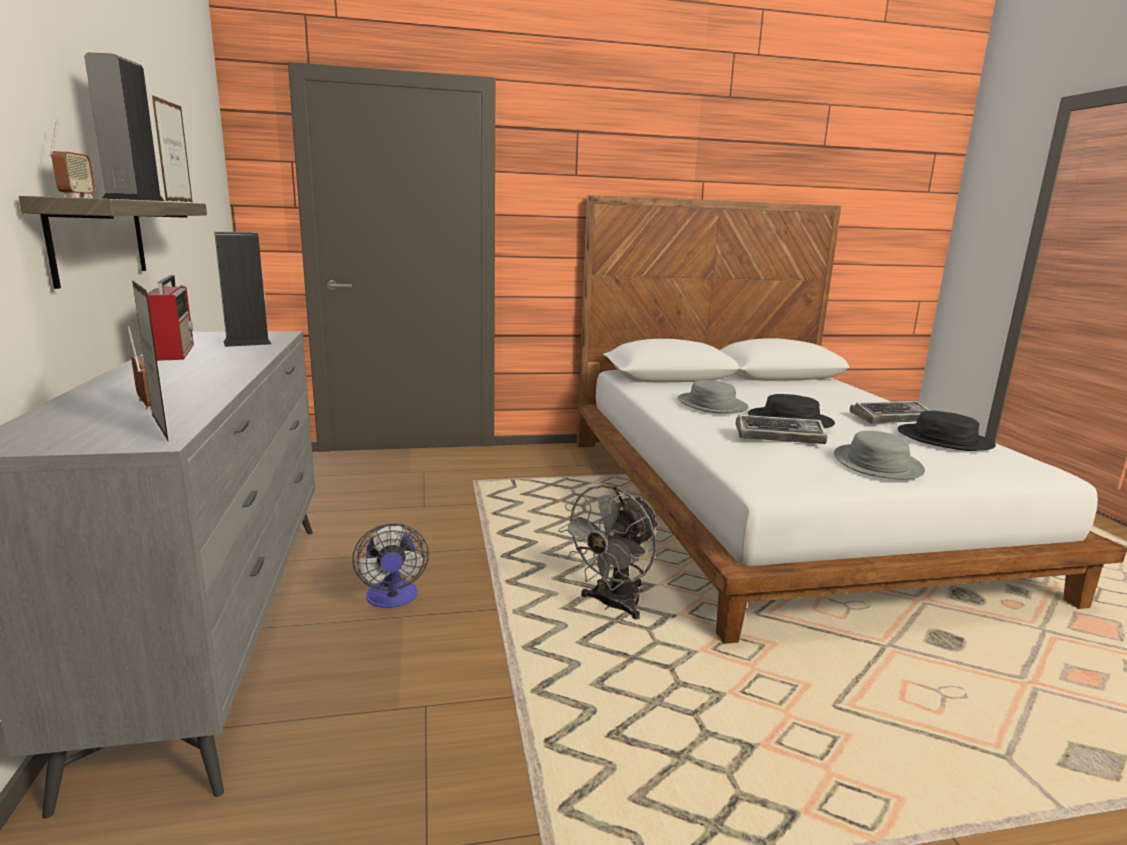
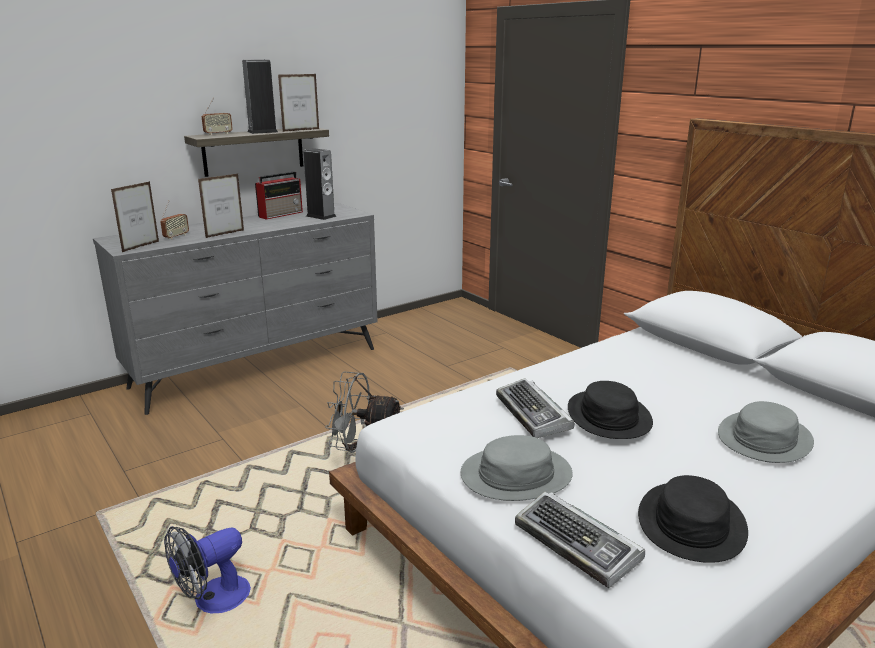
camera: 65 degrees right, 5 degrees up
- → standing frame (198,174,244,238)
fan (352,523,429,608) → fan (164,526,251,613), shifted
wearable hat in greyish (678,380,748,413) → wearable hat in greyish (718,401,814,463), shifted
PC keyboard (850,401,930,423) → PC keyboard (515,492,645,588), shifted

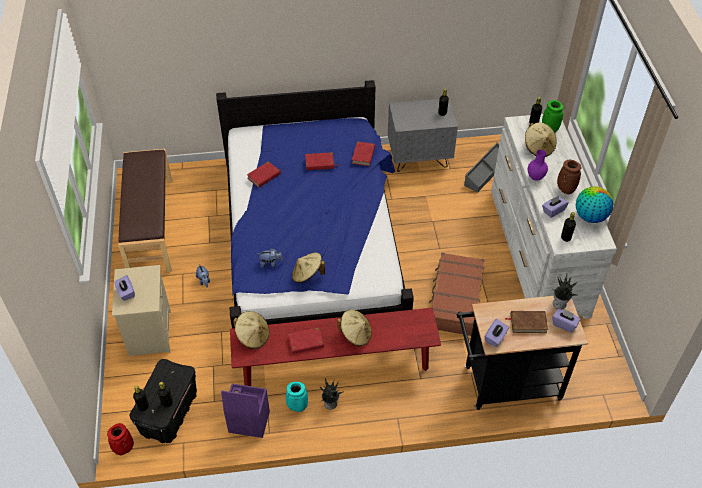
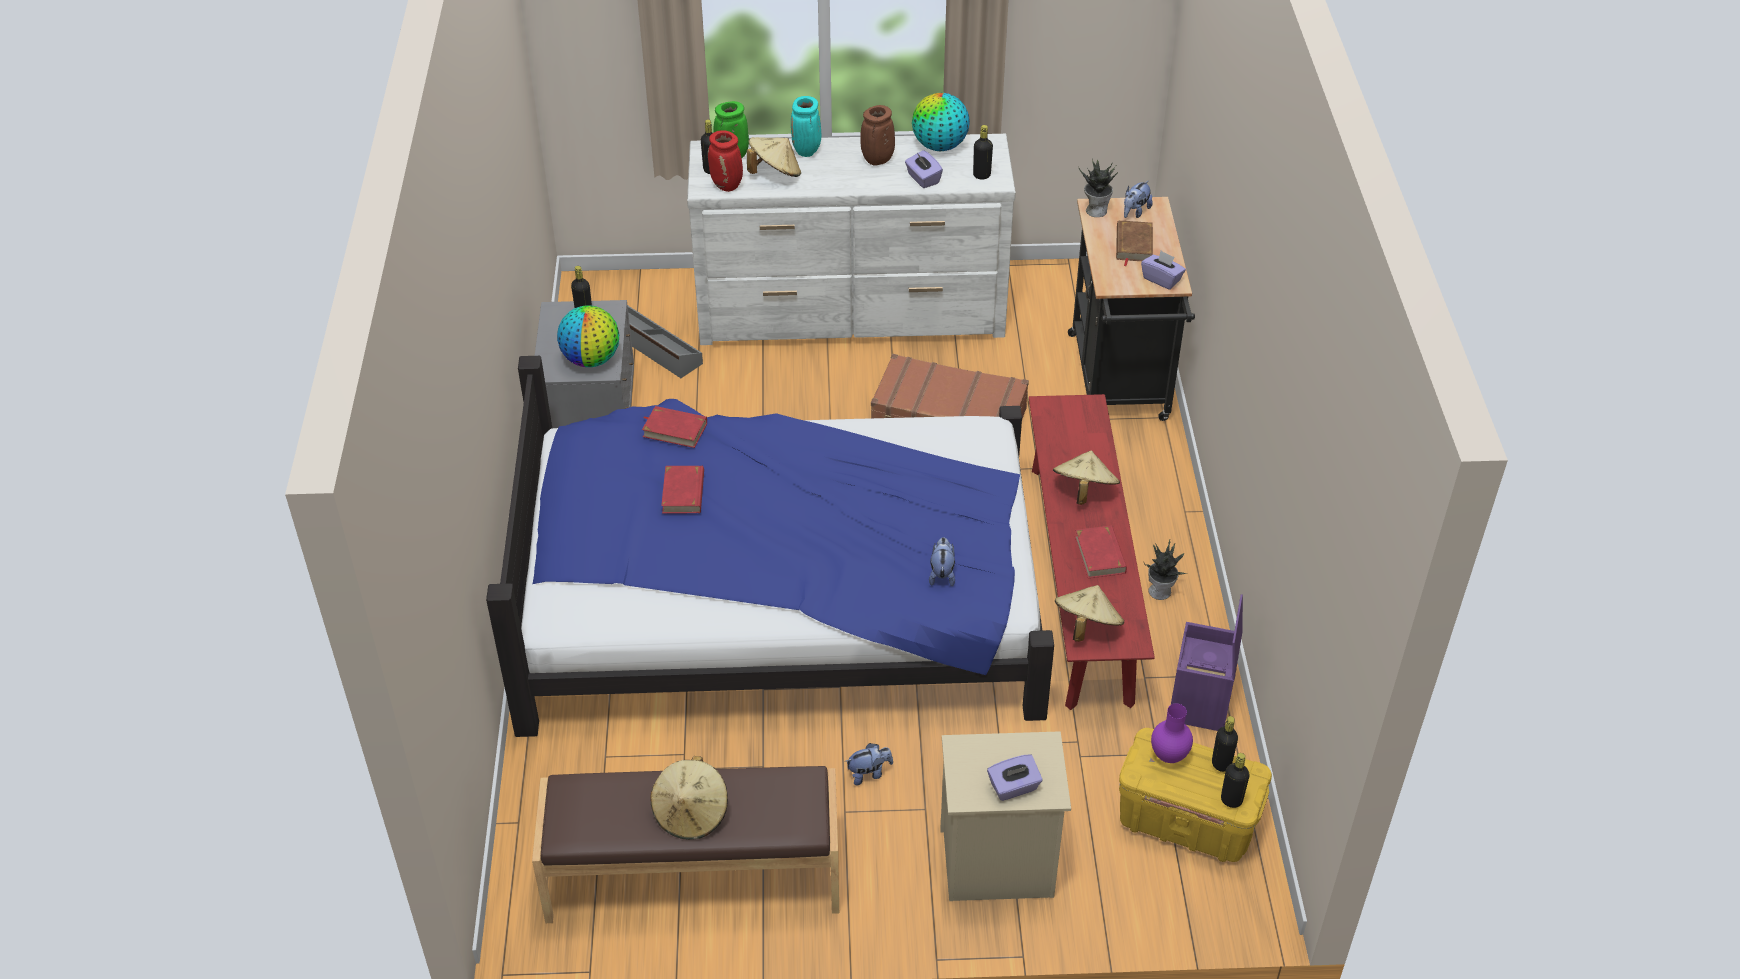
camera: 85 degrees left, 5 degrees down
bound book in red-coloured (247,161,281,188) → -
- → globe (557,306,619,367)
decorative vase in red-coloured (107,423,134,455) → decorative vase in red-coloured (708,130,743,192), shifted
decorative vase in turquoise-coloured (286,382,308,412) → decorative vase in turquoise-coloured (791,96,821,157), shifted
wearable hat in beige (292,253,325,283) → wearable hat in beige (650,756,728,840), shifted
decorative vase in purplish (528,150,548,181) → decorative vase in purplish (1151,704,1193,763), shifted
tissue holder in purplish (552,309,581,333) → plush toy (1124,180,1153,218)
storage bin in blackish (130,359,197,443) → storage bin in yellow-coloured (1119,728,1272,862)

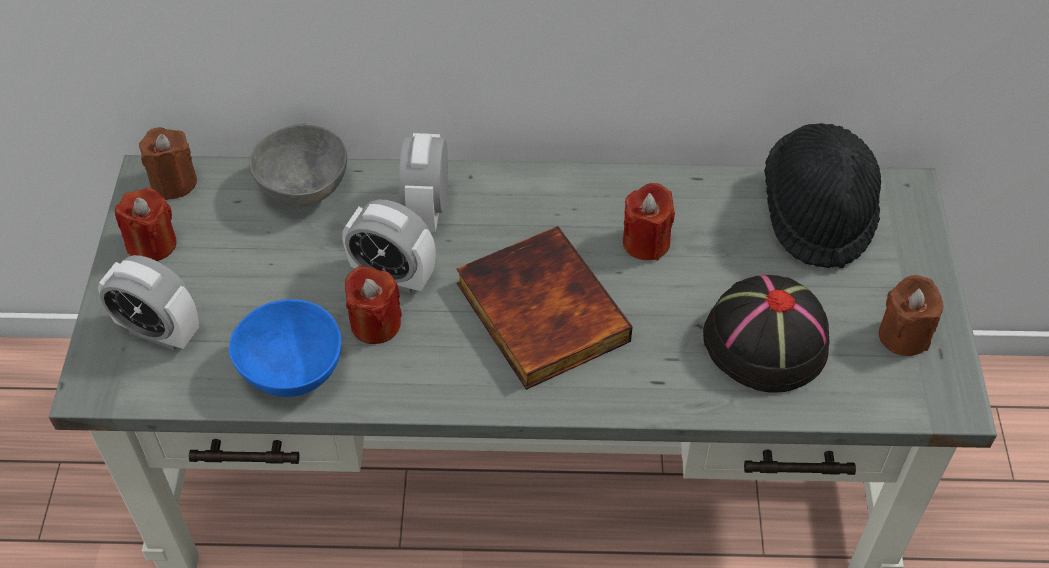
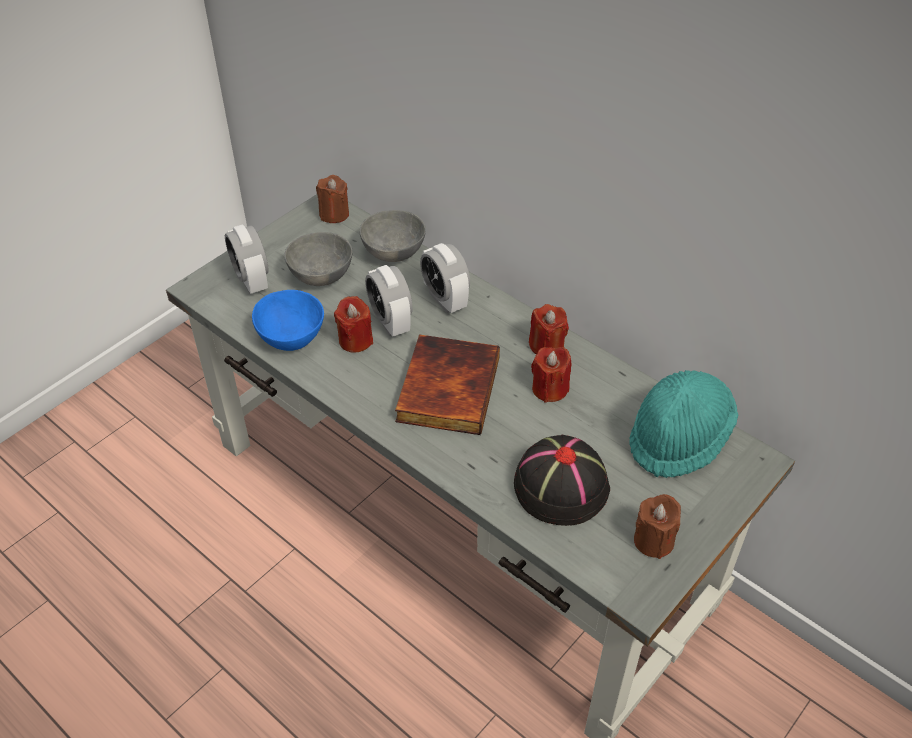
camera: 40 degrees right, 5 degrees down
- → serving bowl in greyish (284,232,352,286)
candle in red-coloured (115,188,177,261) → candle in red-coloured (529,304,569,355), shifted
wearable hat in blackish (764,123,881,268) → wearable hat in turquoise-coloured (629,370,738,478)
table clock (399,133,448,232) → table clock (420,243,470,313), 75 degrees counterclockwise

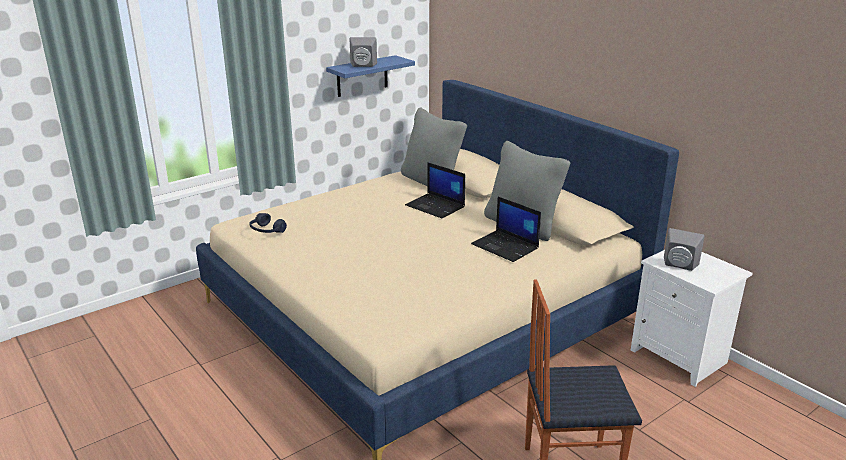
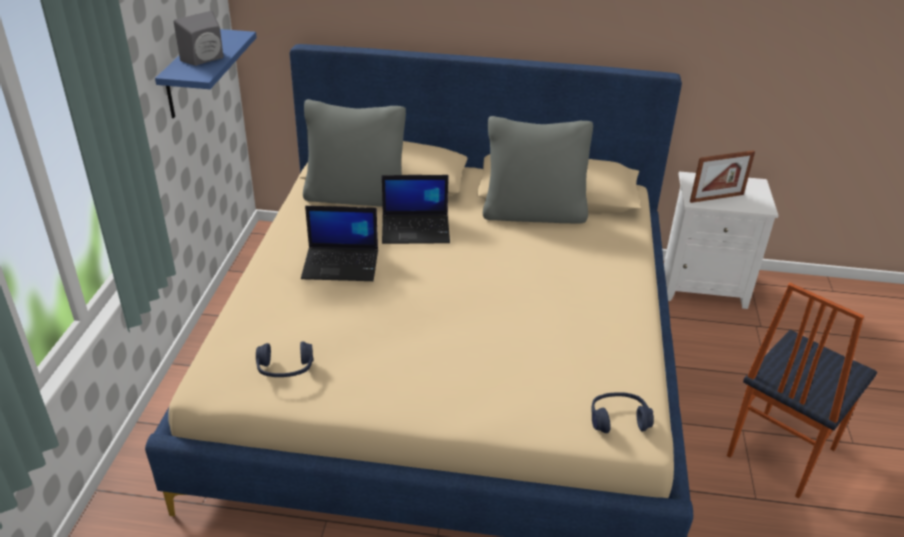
camera: 45 degrees left, 10 degrees up
- → headset in blue-coloured (592,392,654,433)
notebook computer (471,197,541,262) → notebook computer (301,206,378,281), shifted
speaker in greyish (664,228,705,271) → standing frame (690,150,755,203)

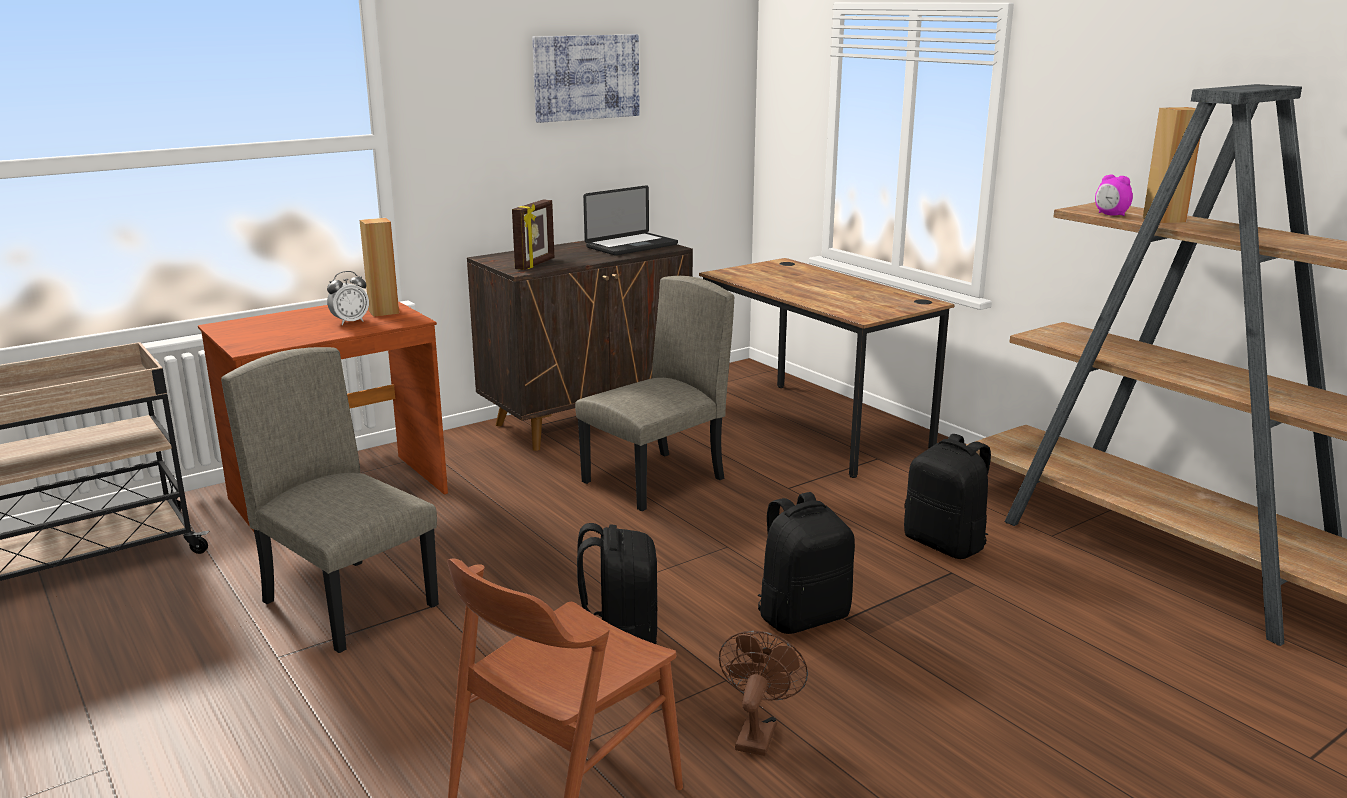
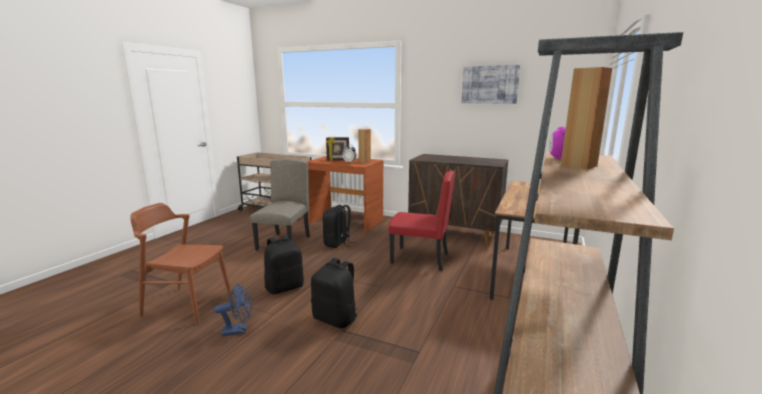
camera: 60 degrees right, 5 degrees down
notebook computer (583,185,678,255) → -
standing frame (512,199,554,270) → standing frame (326,137,349,161), shifted
rucksack in blackish (904,434,991,559) → rucksack in blackish (323,205,351,248), shifted
upright chair in beige (575,276,734,511) → upright chair in red-coloured (388,171,455,271)
fan in brown (719,631,808,756) → fan in blue-coloured (214,284,252,336)

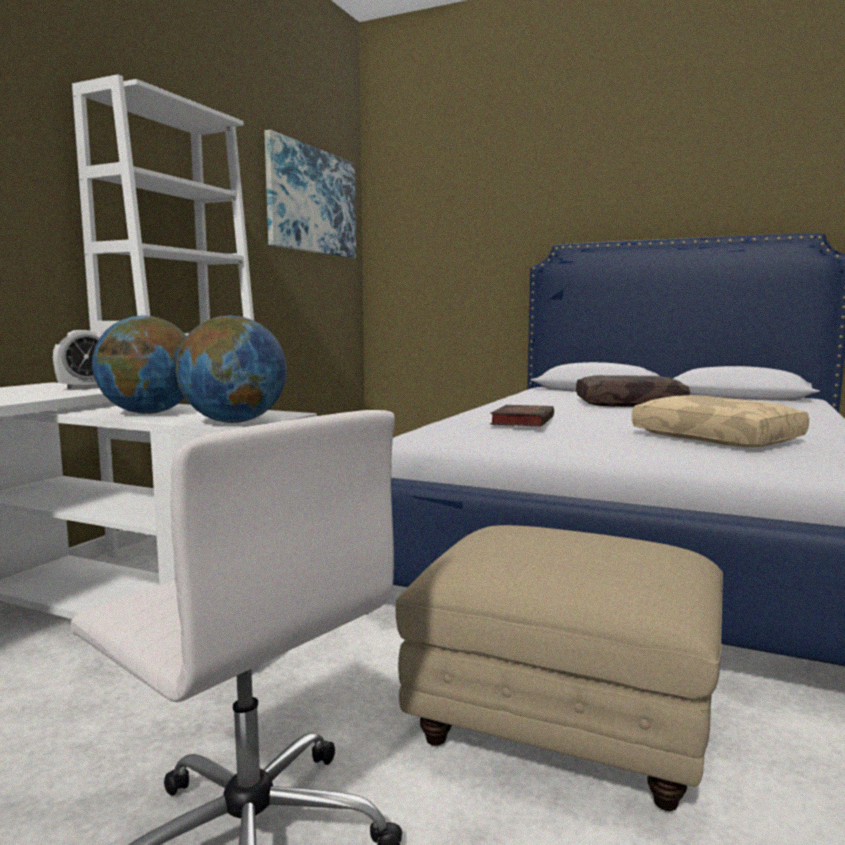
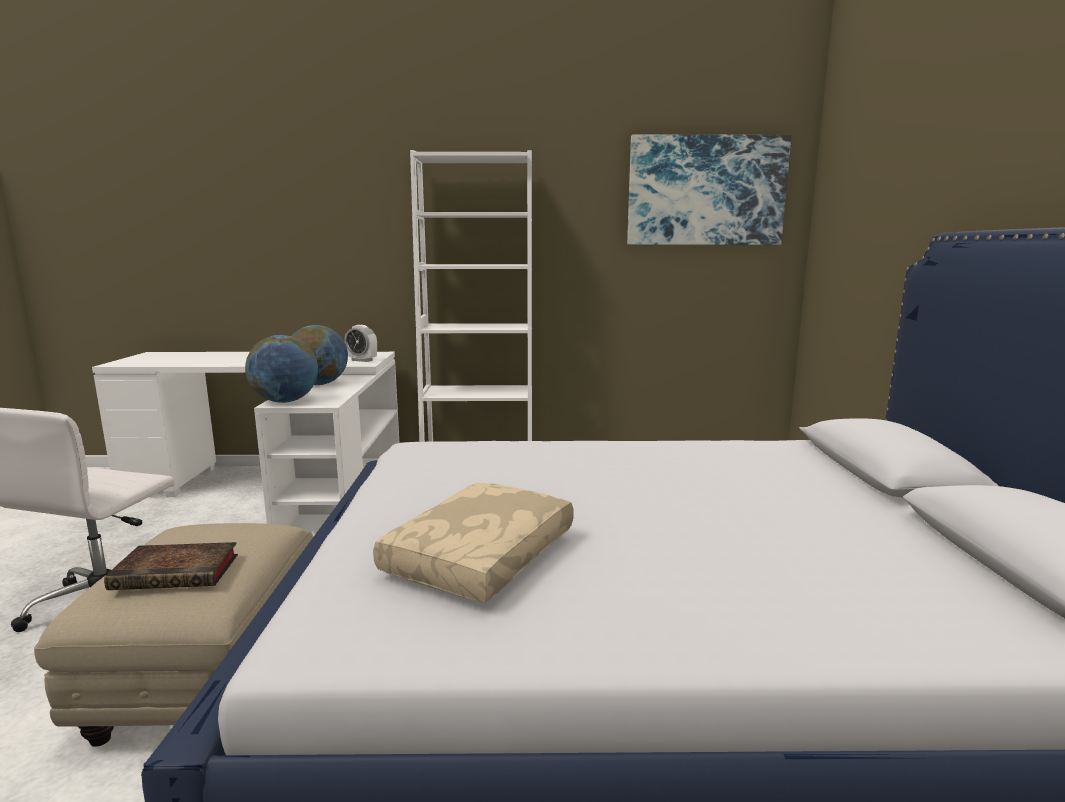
camera: 65 degrees right, 5 degrees up
cushion in brown (576,375,690,407) → -
bound book (490,405,554,427) → bound book (104,542,238,590), shifted

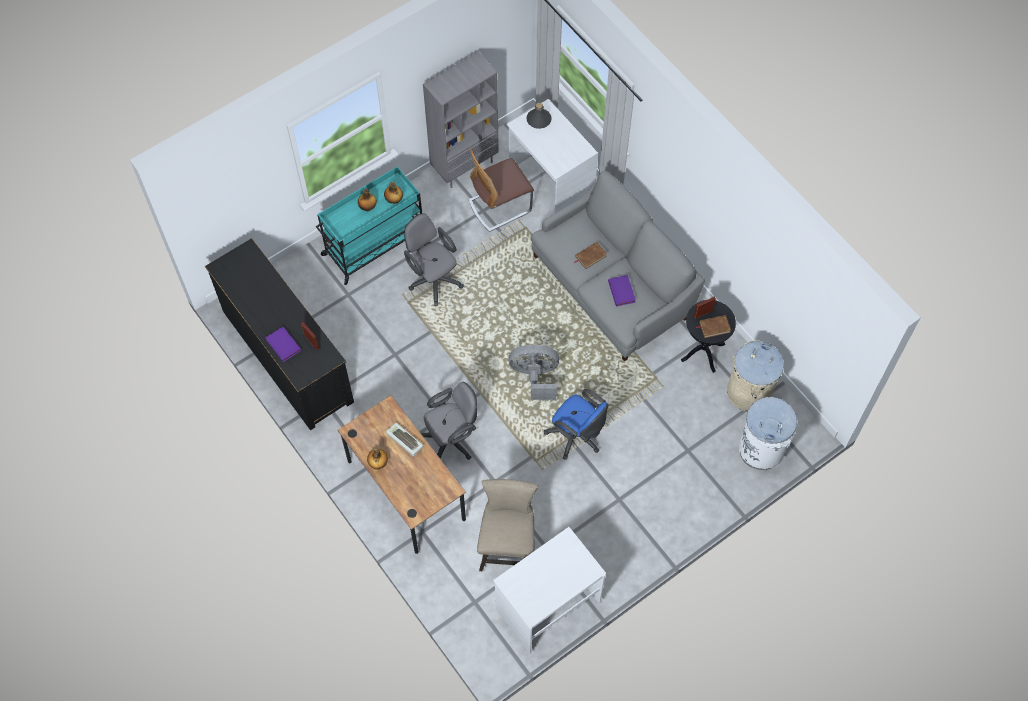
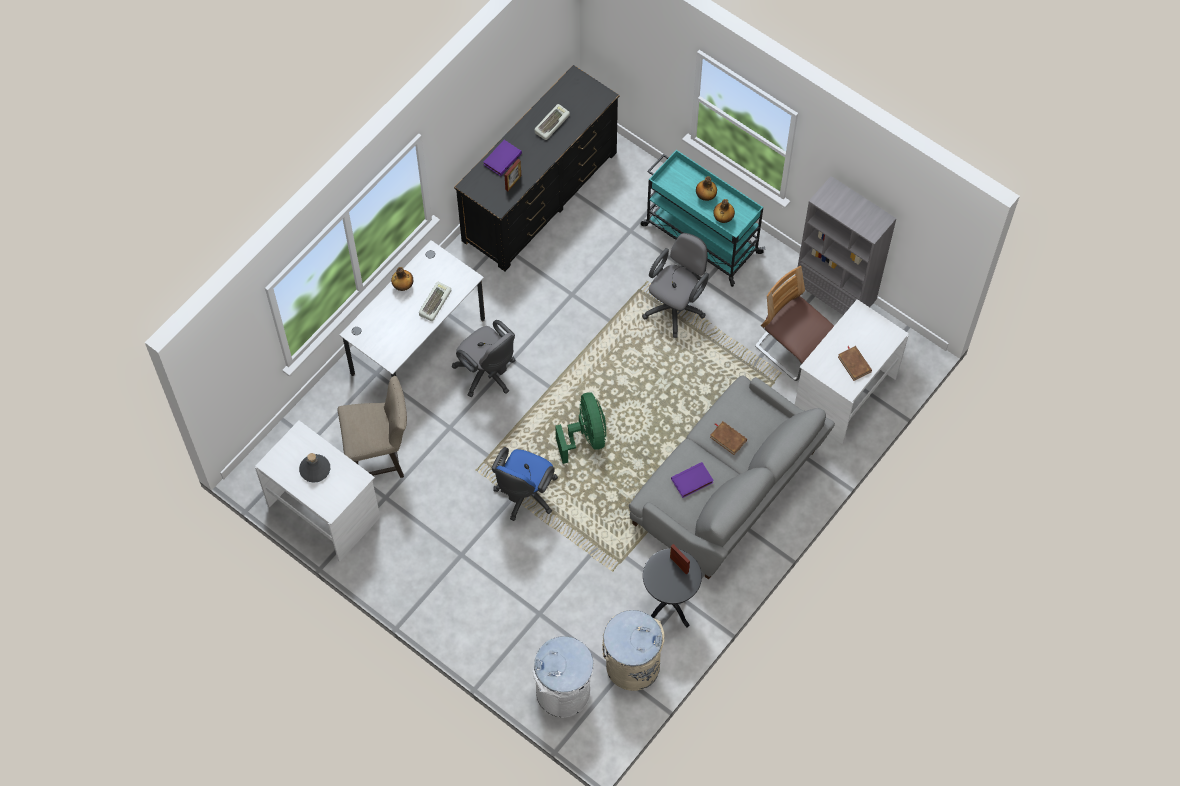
camera: 75 degrees right, 0 degrees up
- → PC keyboard (535,104,570,140)
drink bottle in greyish (526,103,552,129) → drink bottle in greyish (299,453,330,483), shifted
bound book in brown (696,315,731,338) → bound book in brown (838,346,872,381), shifted
desk unit in brown (337,395,466,554) → desk unit in white-coloured (339,240,485,377)
fan in greyish (508,345,559,400) → fan in green-coloured (555,392,606,464)

